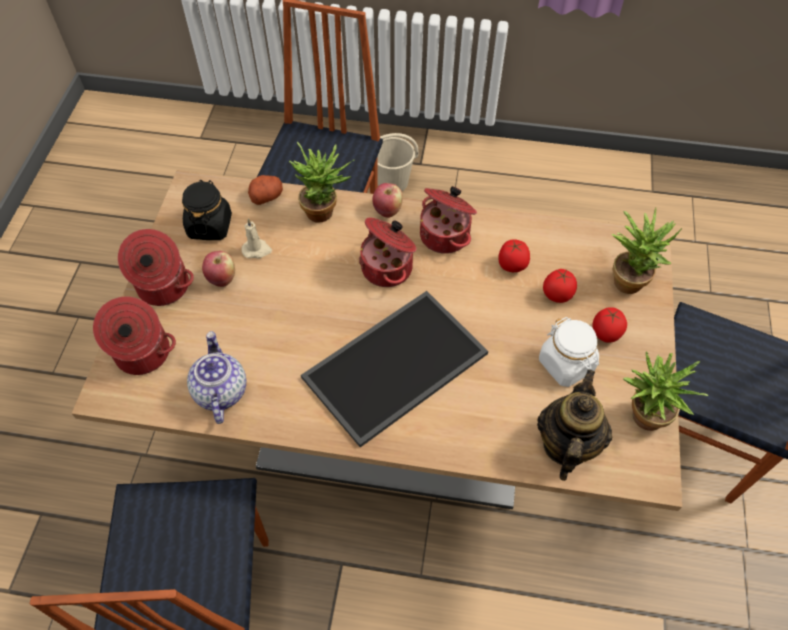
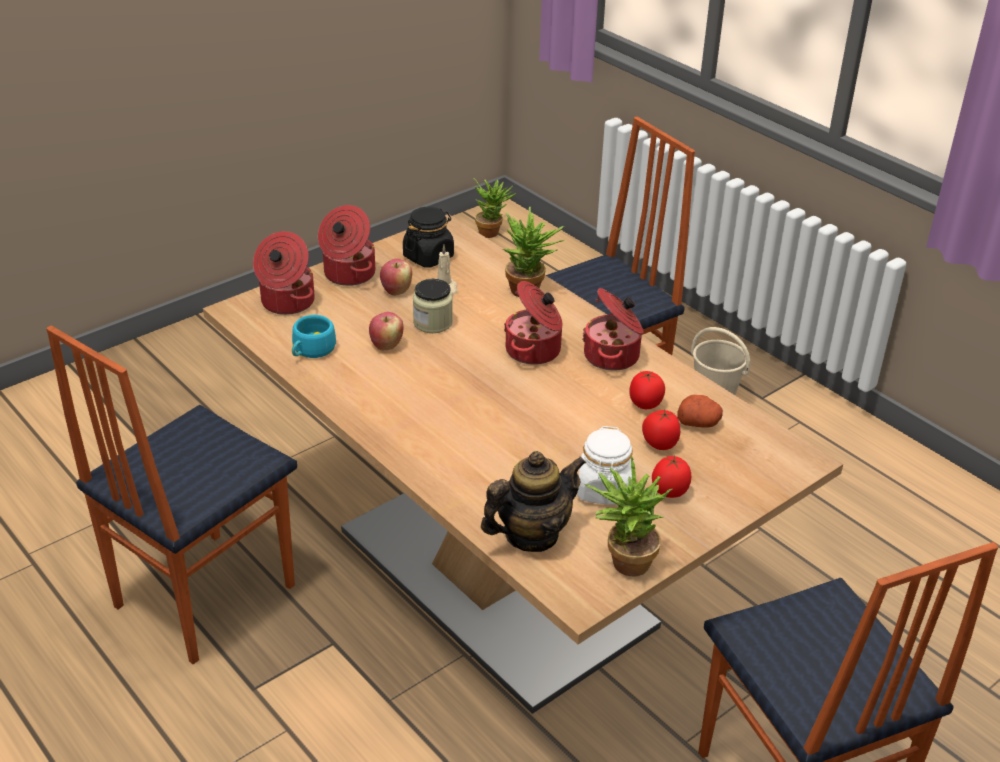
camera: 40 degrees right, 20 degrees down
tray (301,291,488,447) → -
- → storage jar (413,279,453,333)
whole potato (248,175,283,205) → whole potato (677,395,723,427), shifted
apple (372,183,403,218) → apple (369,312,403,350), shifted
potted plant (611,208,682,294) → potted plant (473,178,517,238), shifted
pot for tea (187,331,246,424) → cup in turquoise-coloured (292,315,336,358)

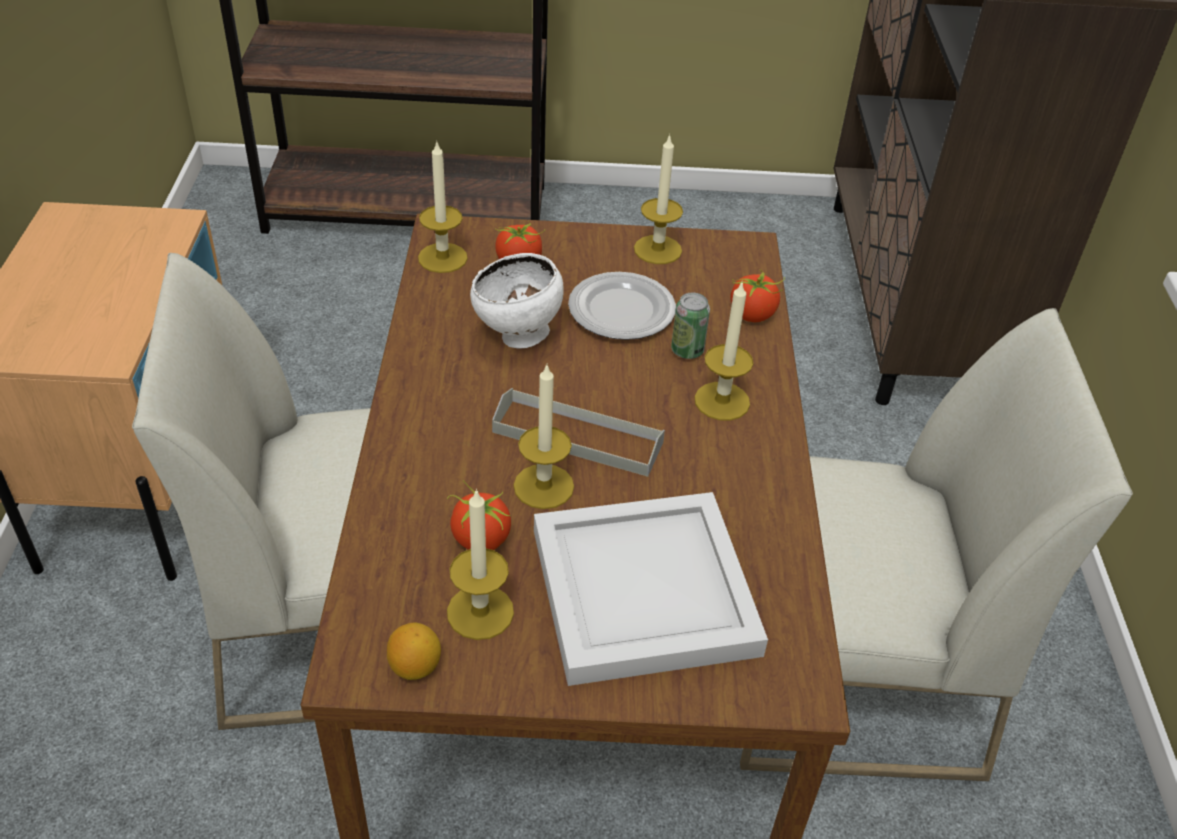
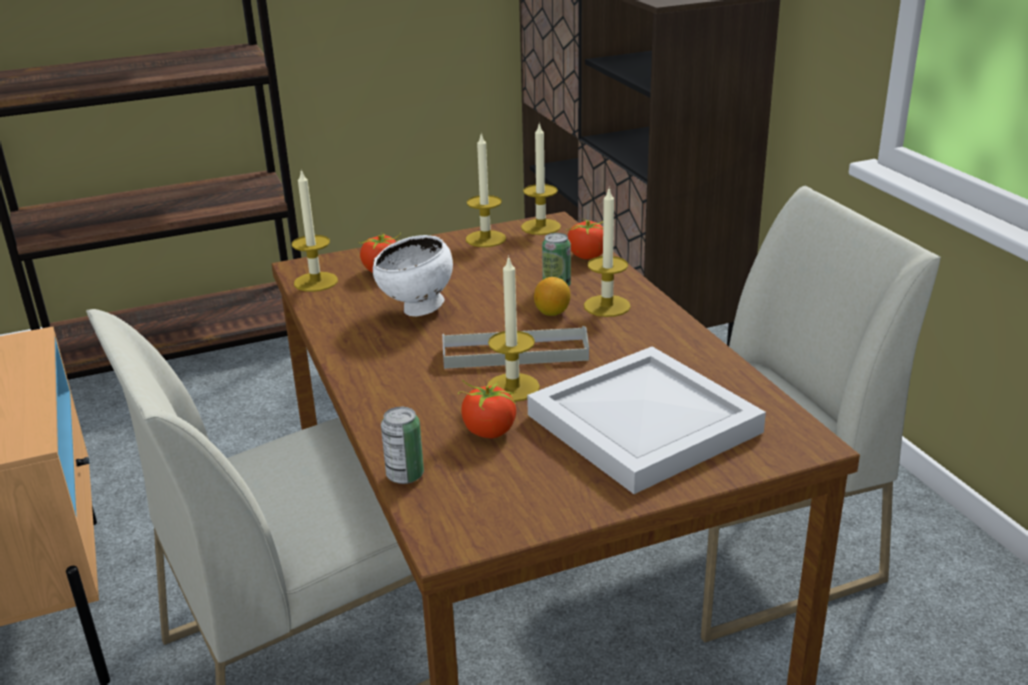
camera: 20 degrees left, 15 degrees down
plate (568,272,676,340) → -
- → metal can (381,407,424,484)
lemon (387,623,441,680) → lemon (534,277,571,316), shifted
candle (447,488,514,640) → candle (521,122,561,235), shifted

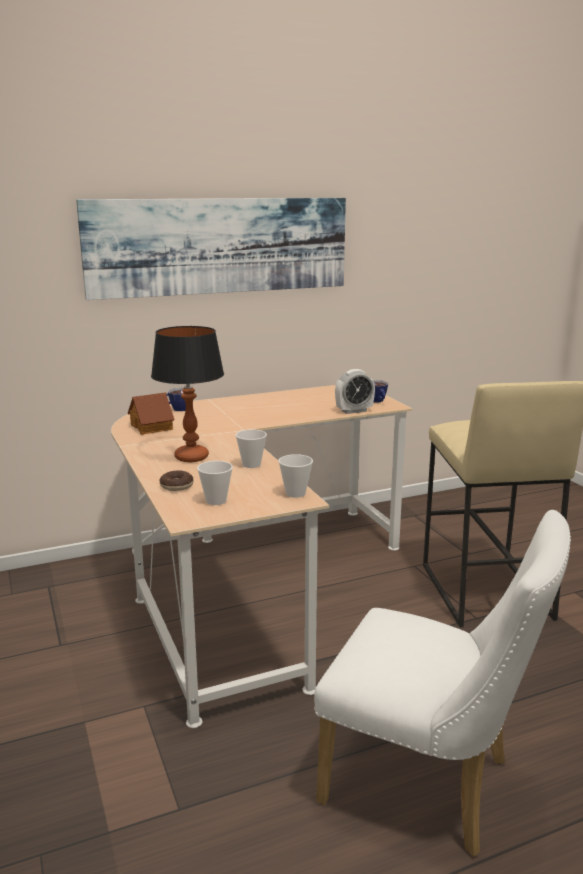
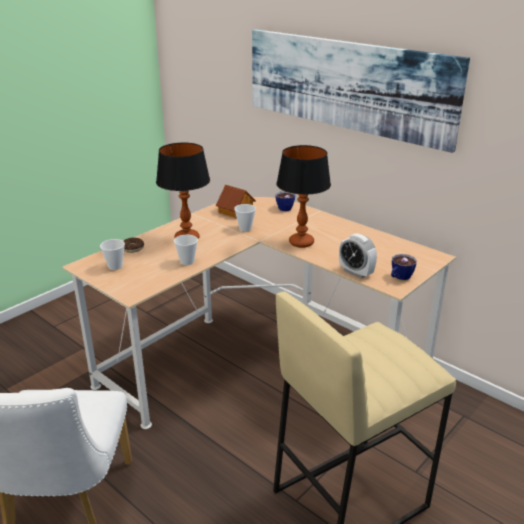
camera: 65 degrees right, 10 degrees up
- → tabletop lamp (276,145,331,248)
cup (278,454,313,498) → cup (234,204,256,231), shifted

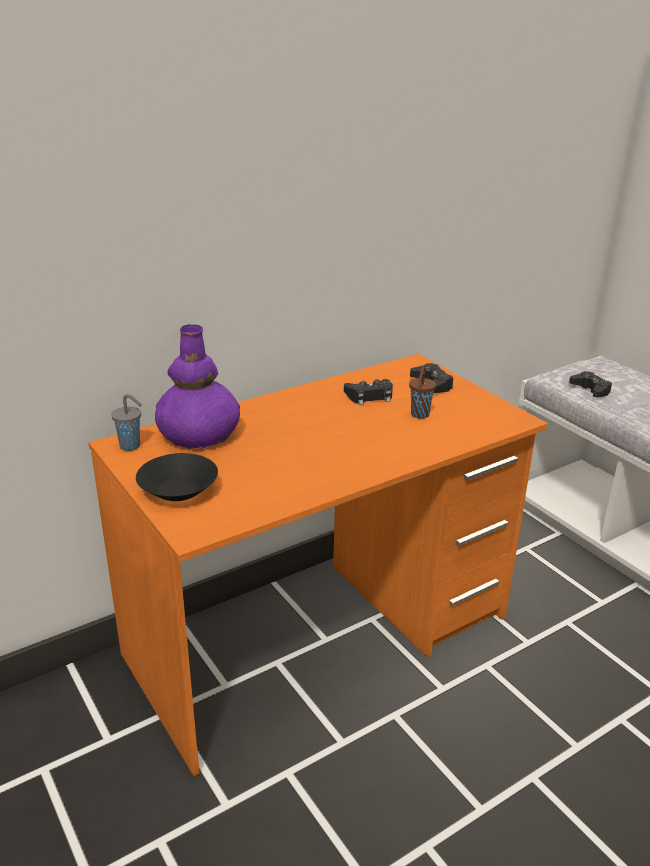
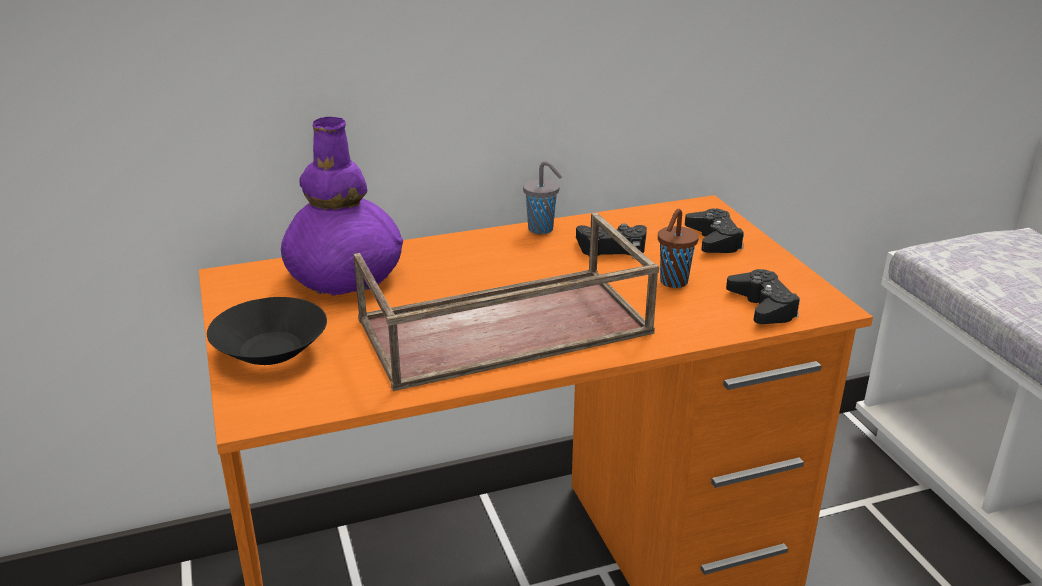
camera: 15 degrees right, 0 degrees up
- → tray in brown (353,212,659,391)
cup in greyish (111,394,142,451) → cup in greyish (523,161,562,234), shifted
joypad in blackish (569,371,612,398) → joypad in blackish (726,269,800,324), shifted

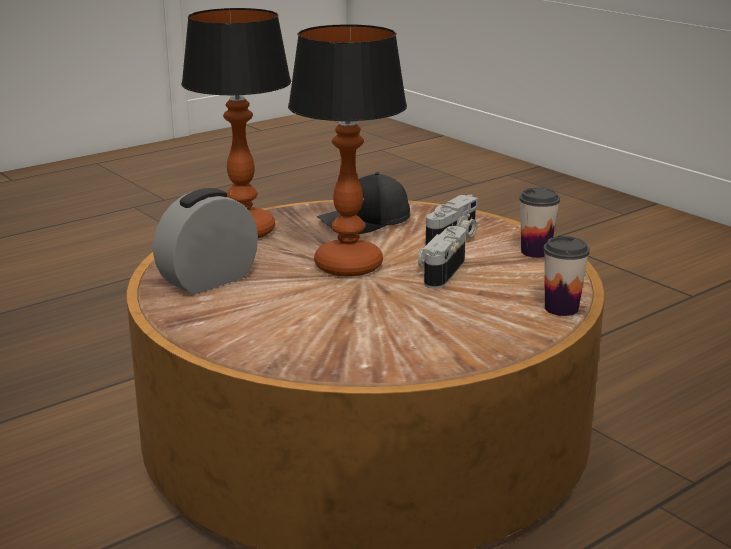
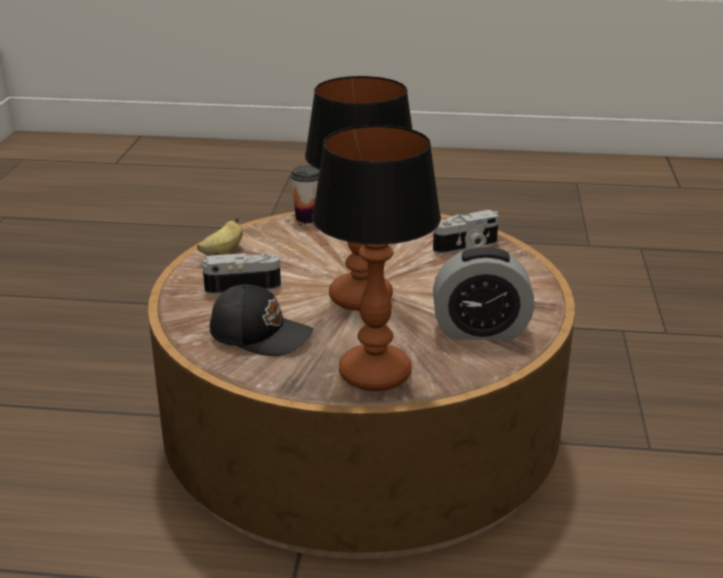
camera: 135 degrees left, 5 degrees up
still camera (418,226,466,289) → still camera (433,210,499,254), shifted
cup (519,187,560,258) → banana fruit (197,217,243,256)

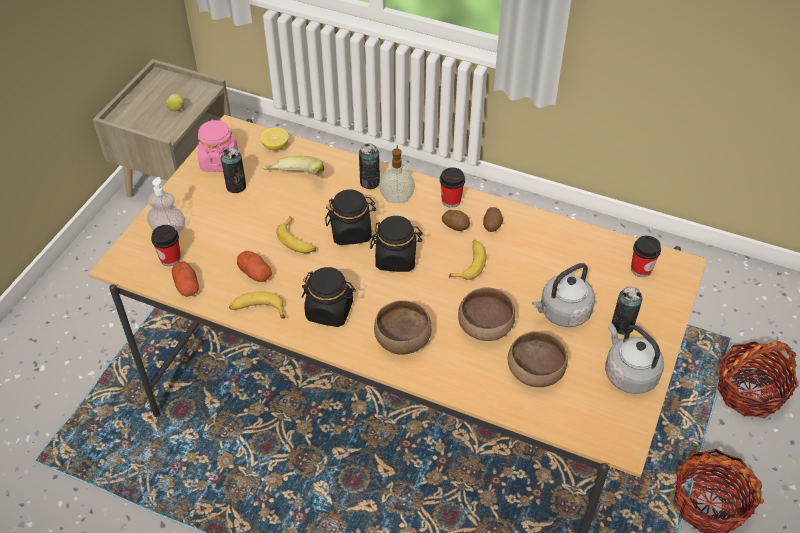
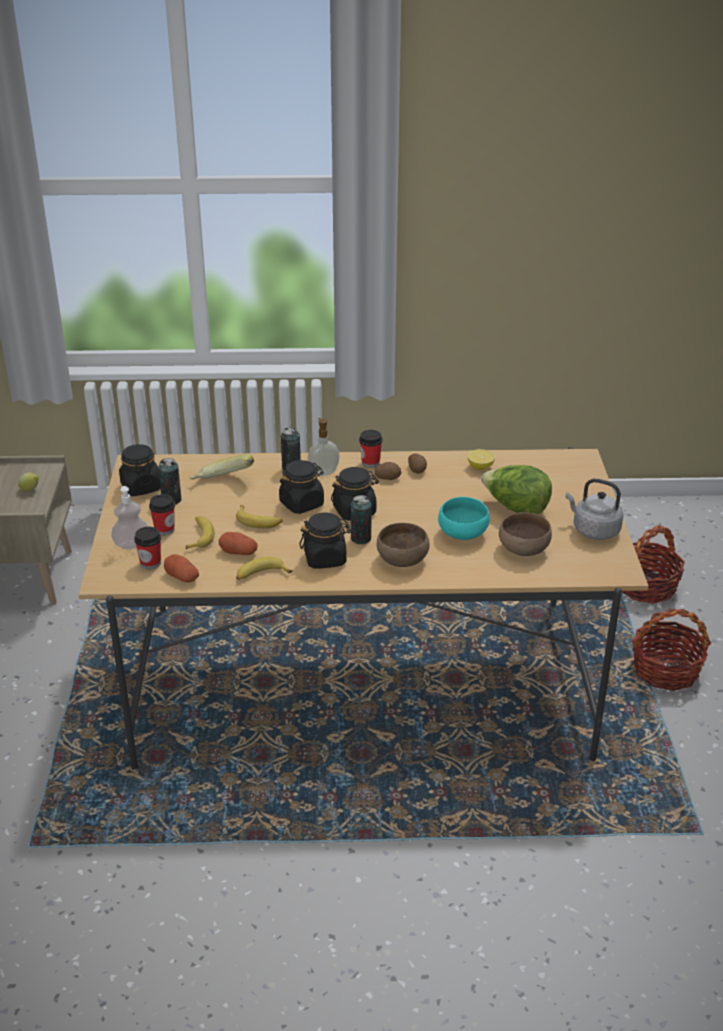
camera: 25 degrees left, 15 degrees down
lemon (260,127,289,151) → lemon (468,449,495,470), shifted
banana fruit (449,240,486,280) → banana fruit (186,516,215,549), shifted
metal can (611,287,642,335) → metal can (350,495,372,544), shifted
cup (631,236,661,277) → cup (149,494,175,535), shifted
tea kettle in greyish (532,263,595,327) → head of lettuce (481,465,552,515)
storage jar in pink (198,119,238,172) → storage jar in blackish (119,444,160,496)
serving bowl in brown (458,287,515,341) → serving bowl in turquoise-coloured (438,497,490,540)

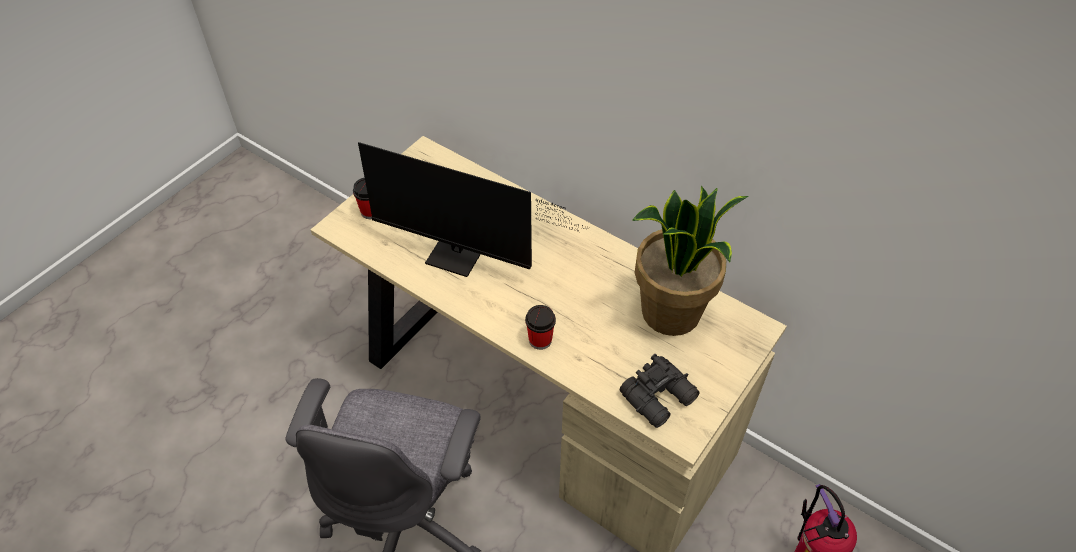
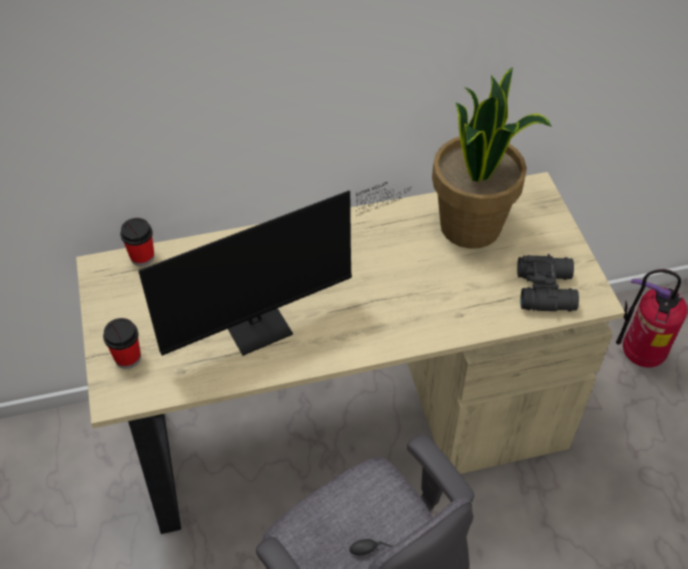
camera: 50 degrees left, 0 degrees up
cup (525,305,556,350) → cup (120,218,154,266), shifted

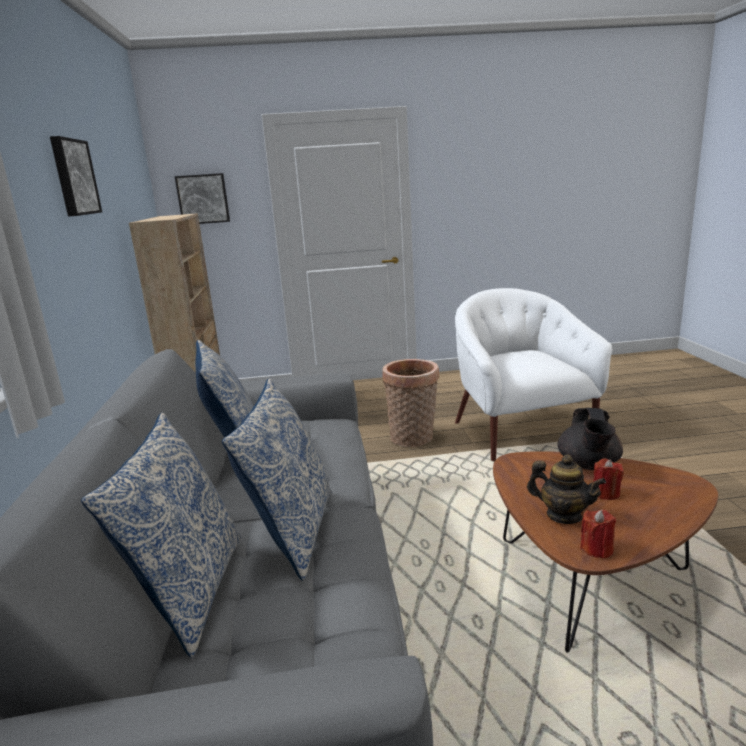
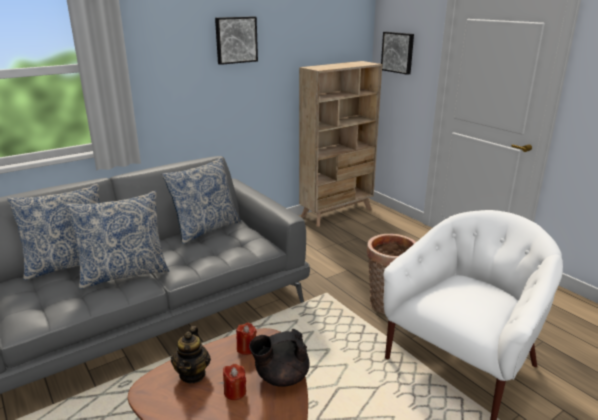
camera: 60 degrees right, 5 degrees up
candle in red-coloured (580,510,616,559) → candle in red-coloured (236,323,257,355), shifted

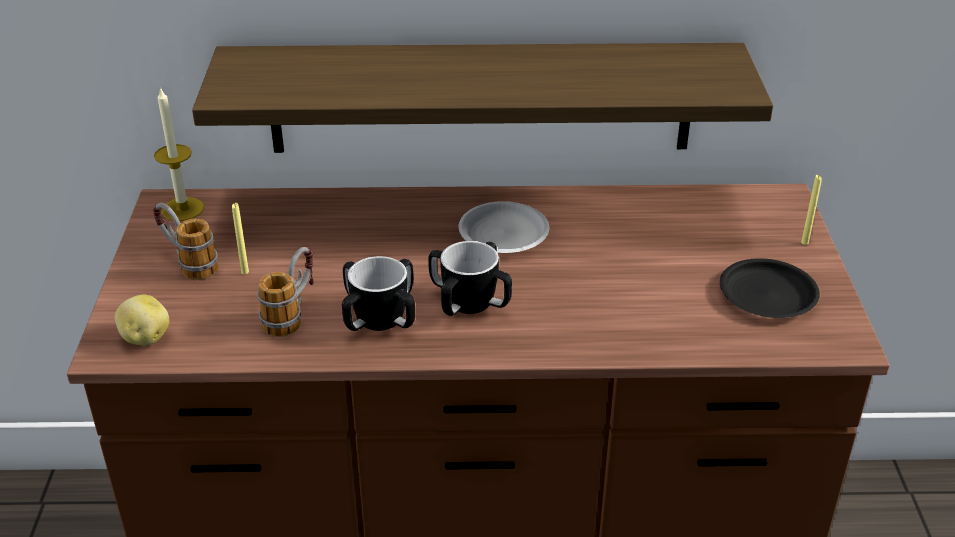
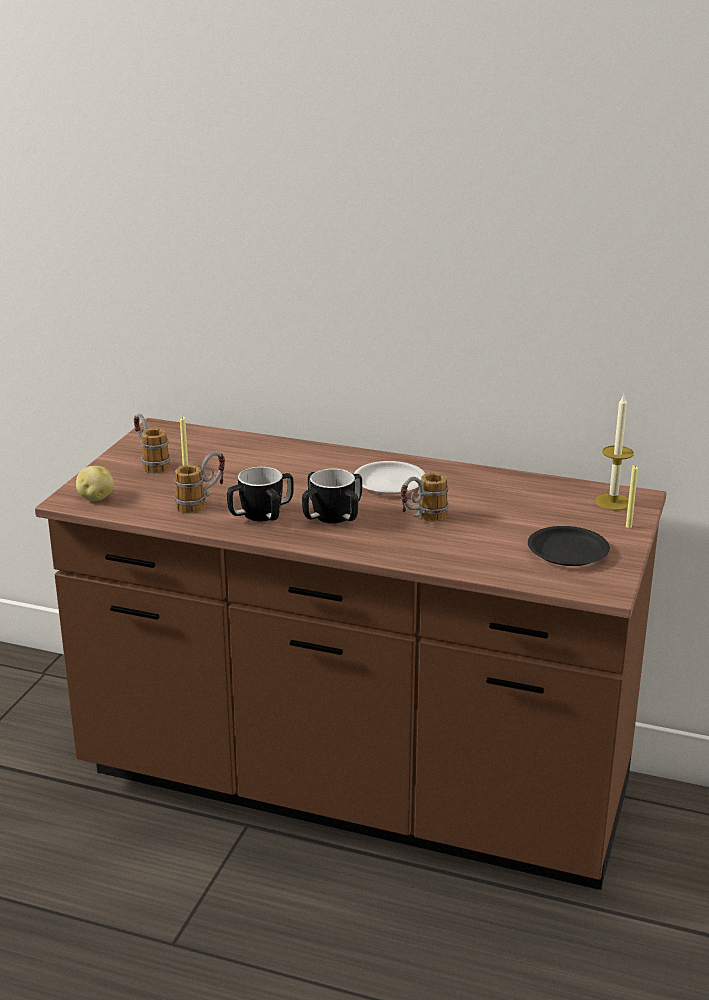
camera: 20 degrees right, 10 degrees down
bracket shelf (192,43,773,153) → -
- → tea mug (401,472,449,522)
candle (154,87,204,221) → candle (595,393,634,511), shifted

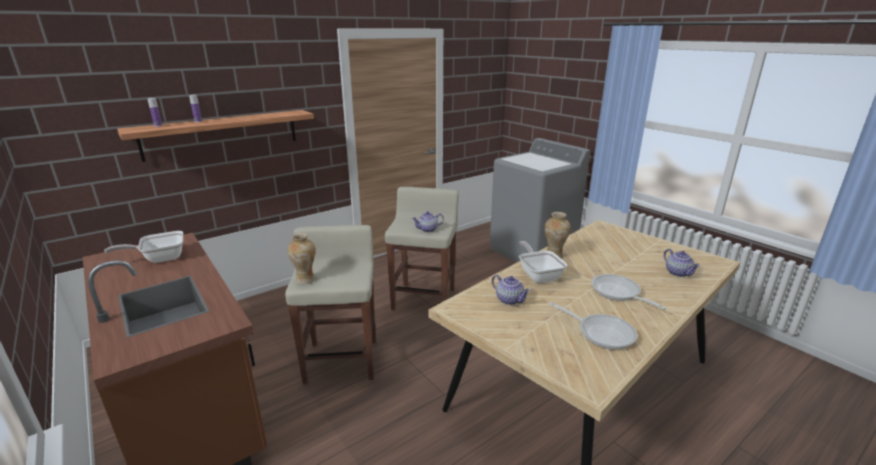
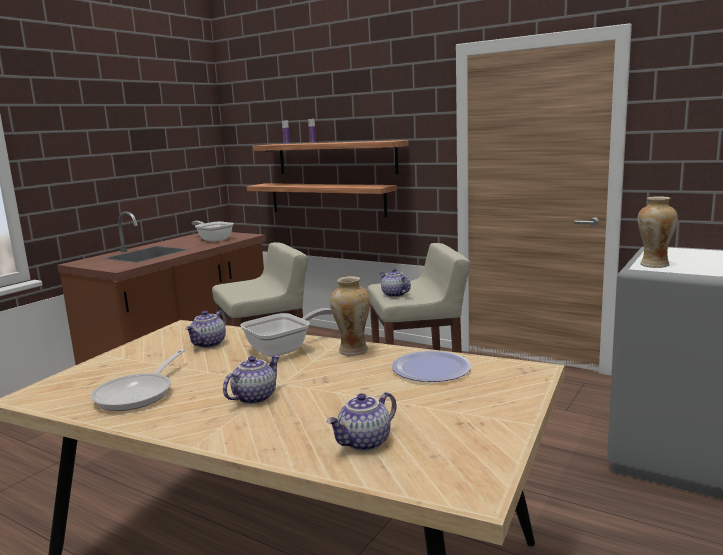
camera: 70 degrees right, 10 degrees down
- → bracket shelf (247,183,397,217)
- → plate (392,351,472,382)
decorative vase (287,233,315,285) → decorative vase (638,196,678,268), shifted
skillet (591,274,666,310) → pot for tea (223,356,280,404)

